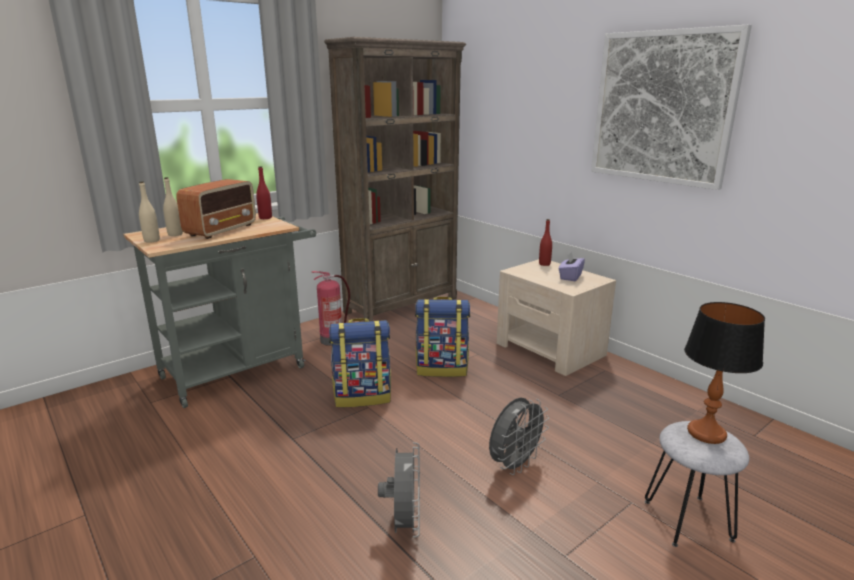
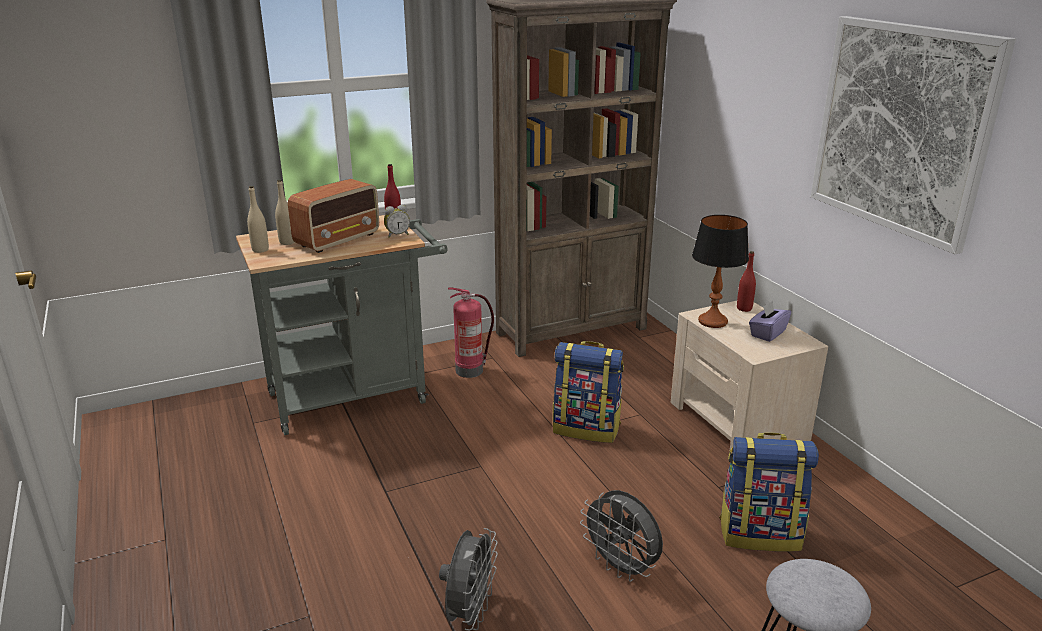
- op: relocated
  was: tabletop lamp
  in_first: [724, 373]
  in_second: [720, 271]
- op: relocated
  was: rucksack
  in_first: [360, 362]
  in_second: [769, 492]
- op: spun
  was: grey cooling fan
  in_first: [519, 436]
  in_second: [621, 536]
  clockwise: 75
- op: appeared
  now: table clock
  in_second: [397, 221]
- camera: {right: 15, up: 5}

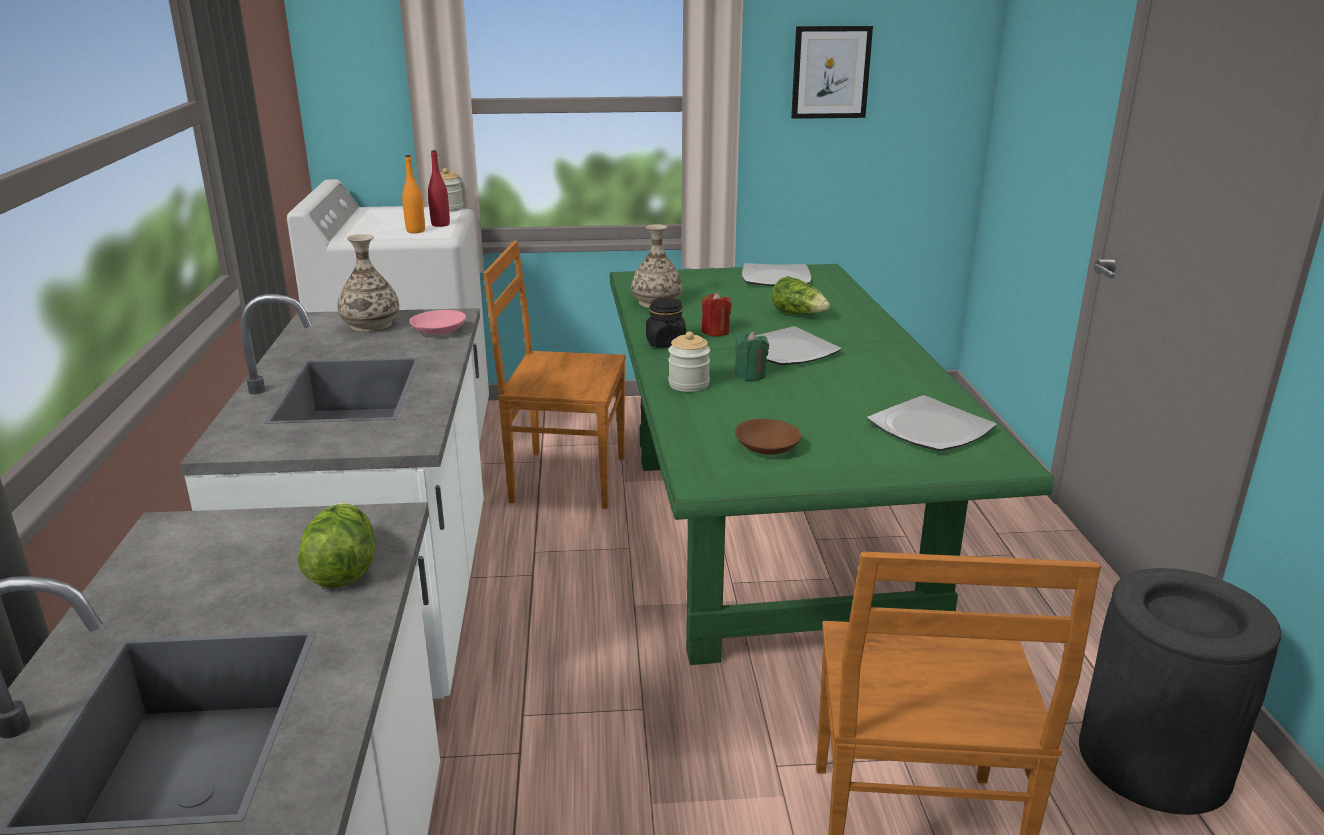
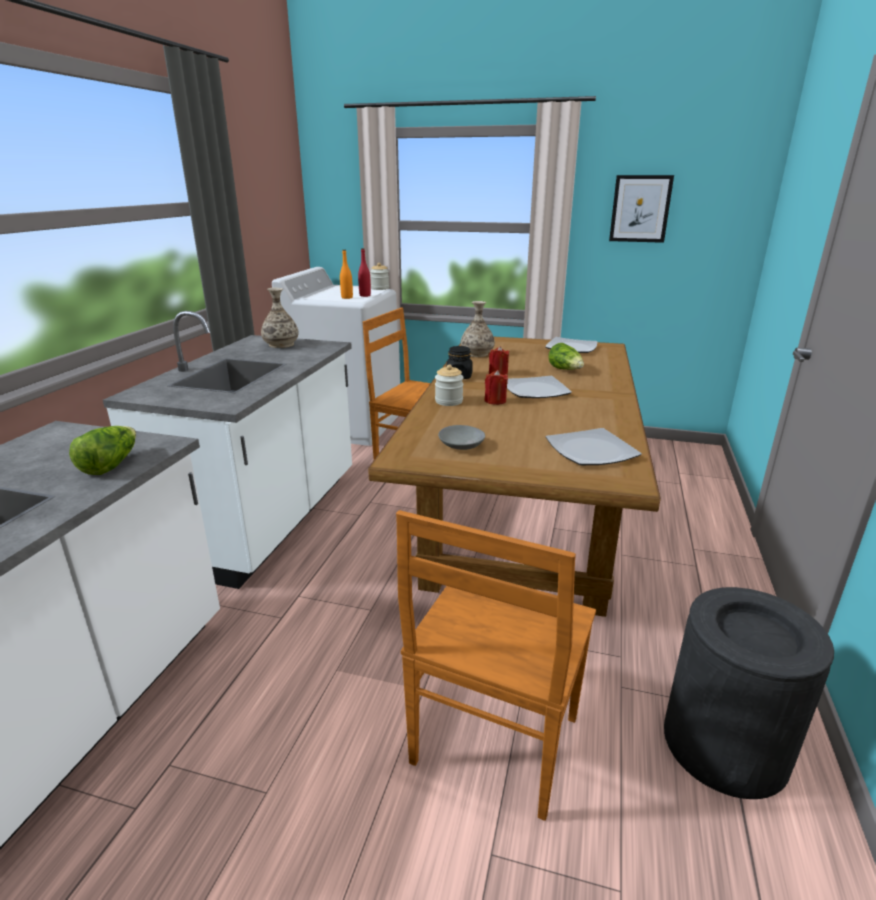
- op: colour
  was: green kitchen table
  now: brownish kitchen table
  in_first: [832, 464]
  in_second: [514, 477]
- op: missing
  was: pinkish serving bowl
  in_first: [438, 322]
- op: colour
  was: green wax light
  now: red wax light
  in_first: [751, 356]
  in_second: [496, 387]
- op: colour
  was: brownish serving bowl
  now: grey serving bowl
  in_first: [768, 437]
  in_second: [461, 437]
- camera: {right: 20, up: 0}

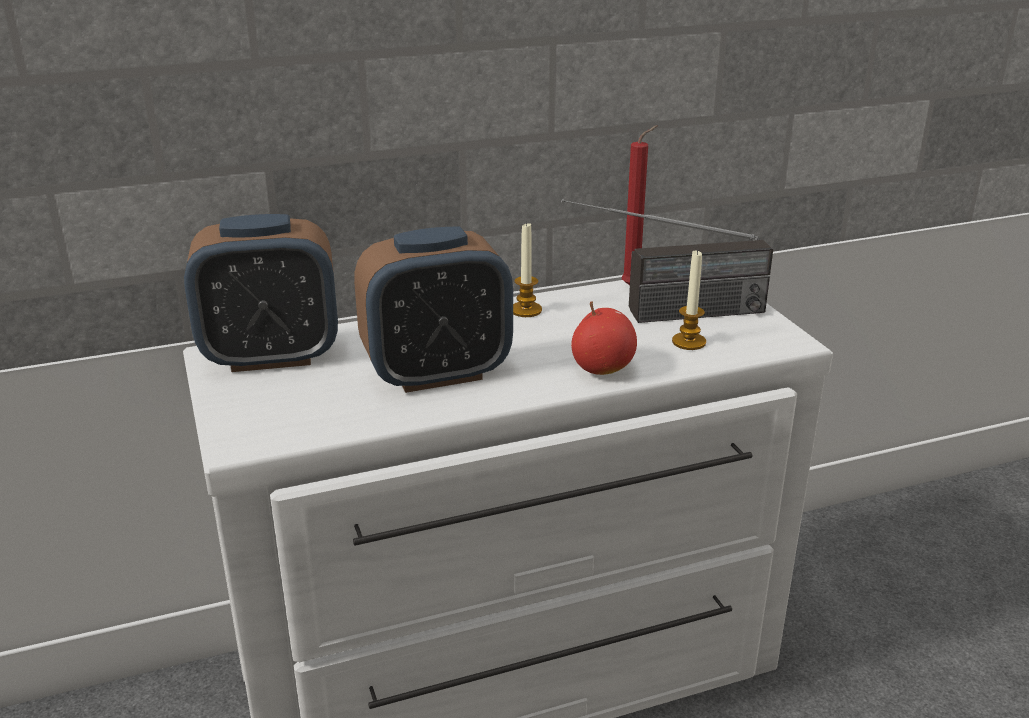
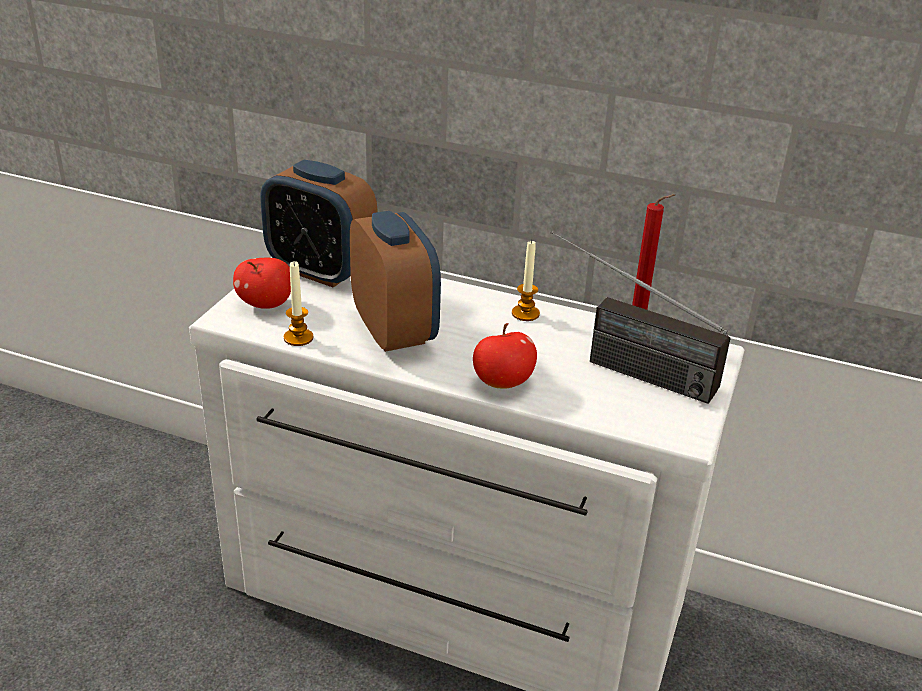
- op: spun
  was: table clock
  in_first: [433, 310]
  in_second: [395, 281]
  clockwise: -135
- op: relocated
  was: wax light
  in_first: [689, 299]
  in_second: [298, 303]
- op: appeared
  now: apple
  in_second: [262, 283]
- camera: {right: 40, up: 5}

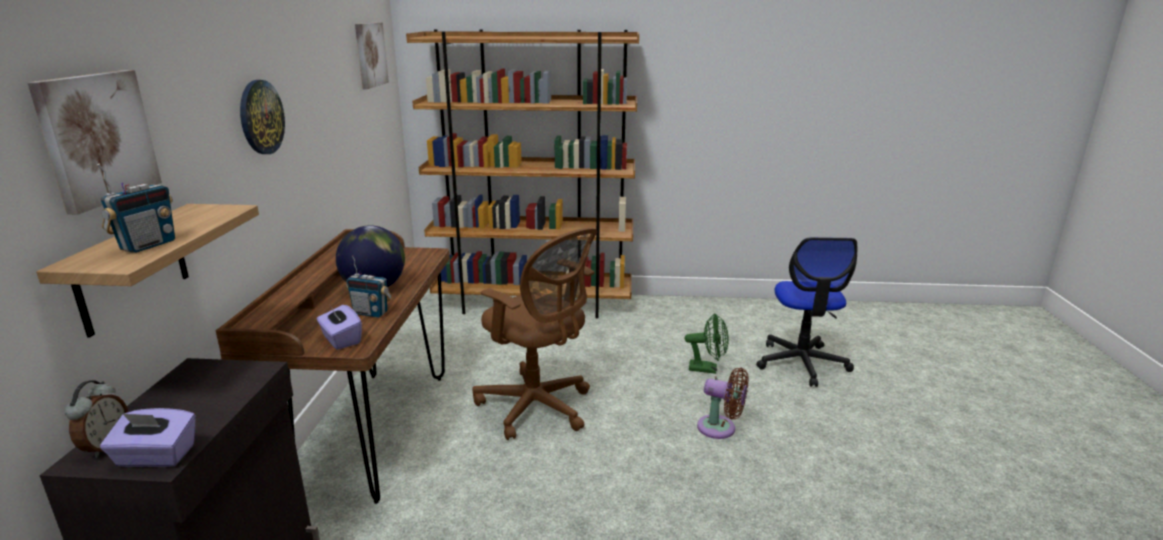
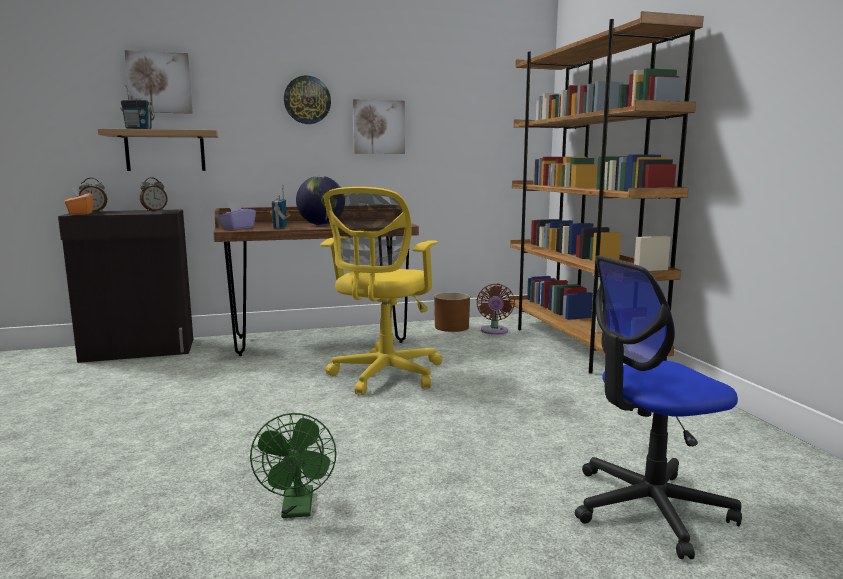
- op: relocated
  was: wall art
  in_first: [372, 55]
  in_second: [378, 126]
- op: colour
  was: brownish computer chair
  now: yellow computer chair
  in_first: [535, 333]
  in_second: [381, 291]
- op: relocated
  was: green cooling fan
  in_first: [706, 343]
  in_second: [293, 465]
- op: relocated
  was: brownish cooling fan
  in_first: [723, 403]
  in_second: [496, 309]
- op: colour
  was: purplish tissue box
  now: orangey tissue box
  in_first: [148, 437]
  in_second: [79, 201]
- op: appeared
  now: table clock
  in_second: [154, 194]
- op: appeared
  now: brownish flower pot
  in_second: [452, 312]
- camera: {right: 70, up: -10}

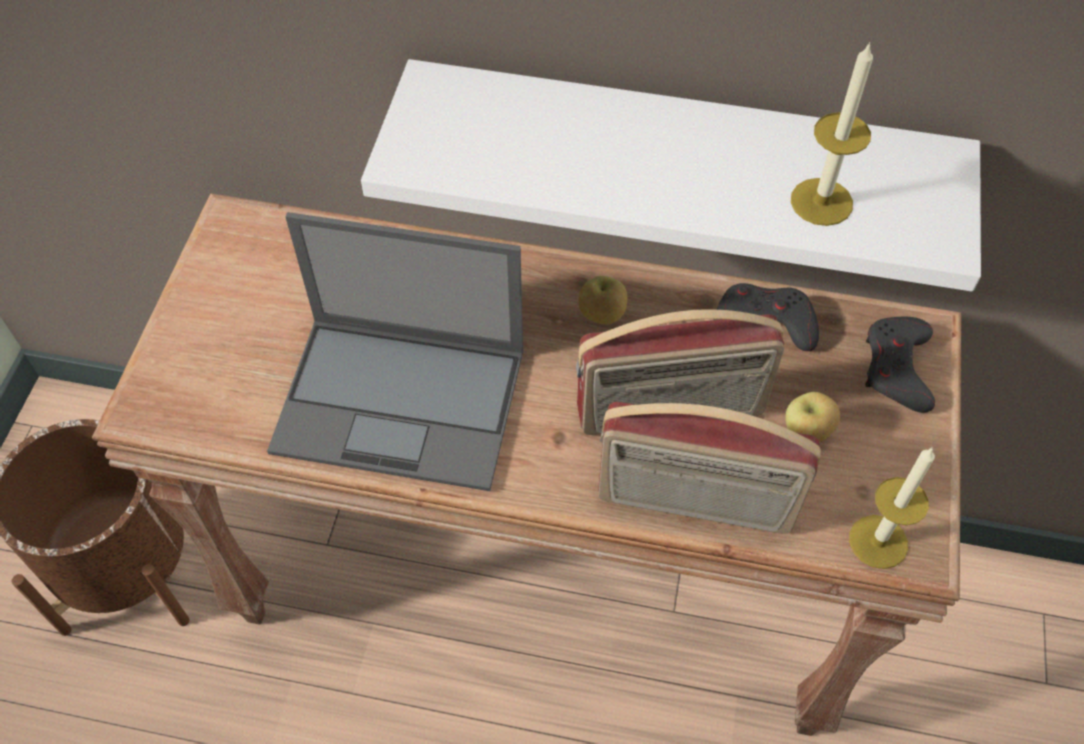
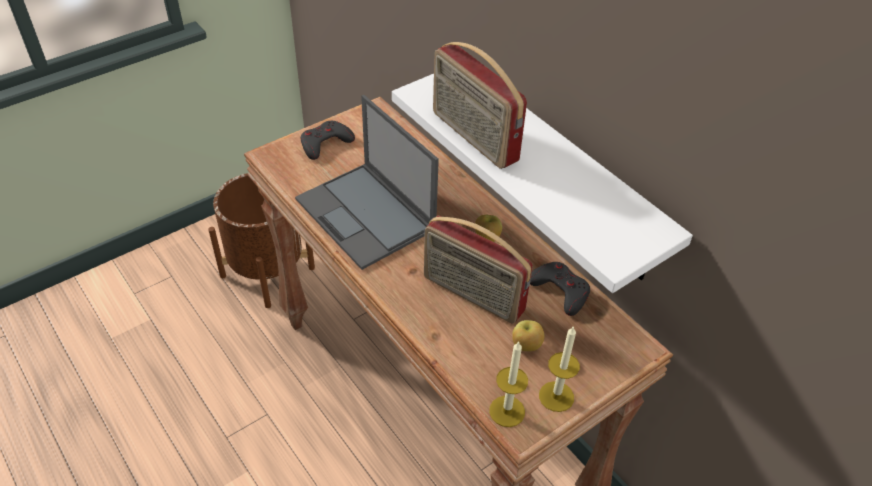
- op: relocated
  was: wax light
  in_first: [832, 134]
  in_second: [559, 369]
- op: relocated
  was: grey gamepad
  in_first: [900, 365]
  in_second: [328, 140]
- op: relocated
  was: radio set
  in_first: [709, 468]
  in_second: [480, 105]
- camera: {right: 40, up: -10}

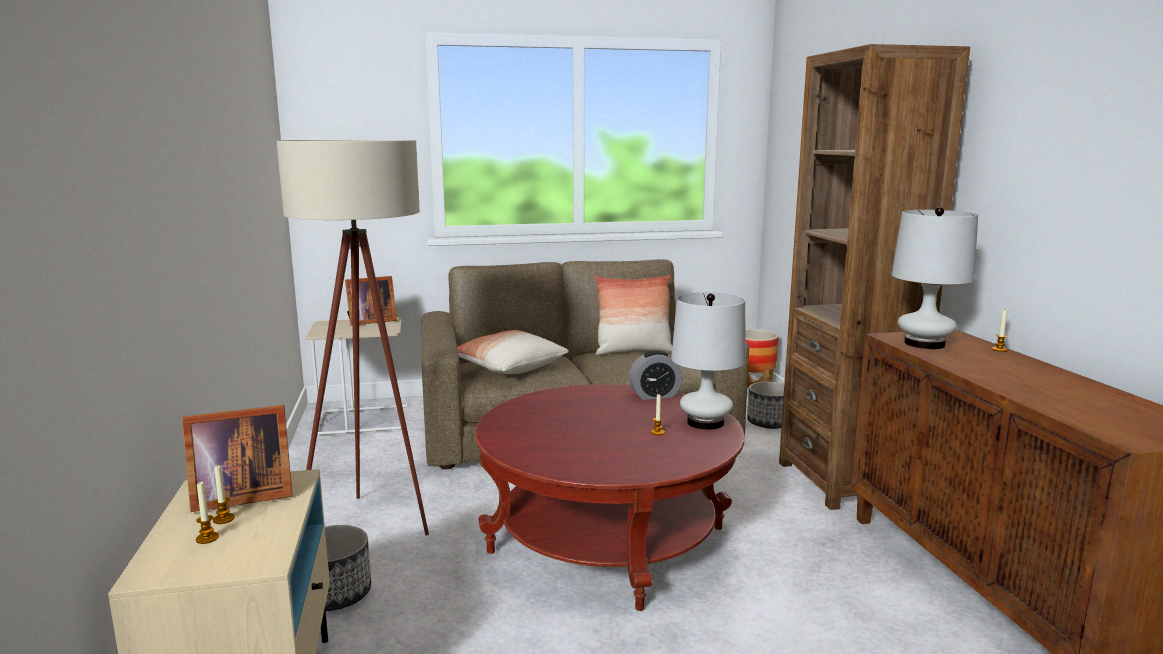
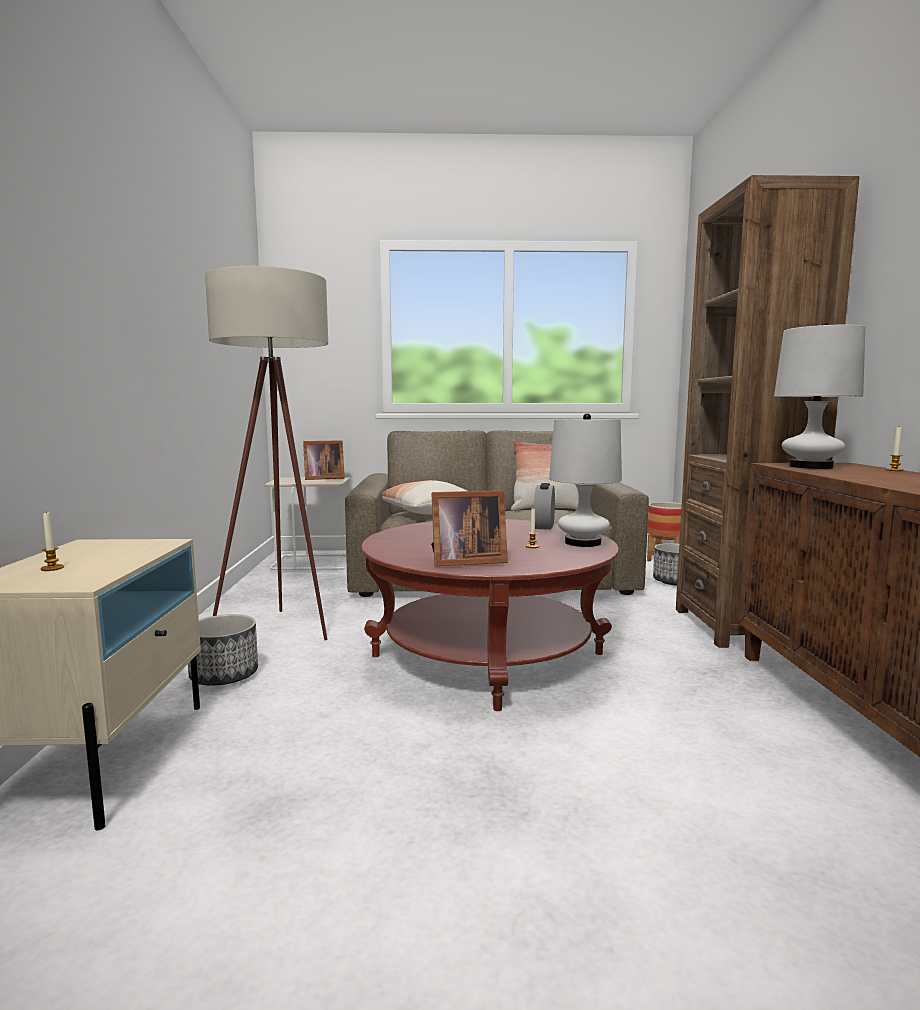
- op: spun
  was: table clock
  in_first: [655, 375]
  in_second: [544, 506]
  clockwise: 105
- op: relocated
  was: standing frame
  in_first: [237, 458]
  in_second: [469, 528]
- op: missing
  was: wax light
  in_first: [224, 494]
- camera: {right: 10, up: -5}

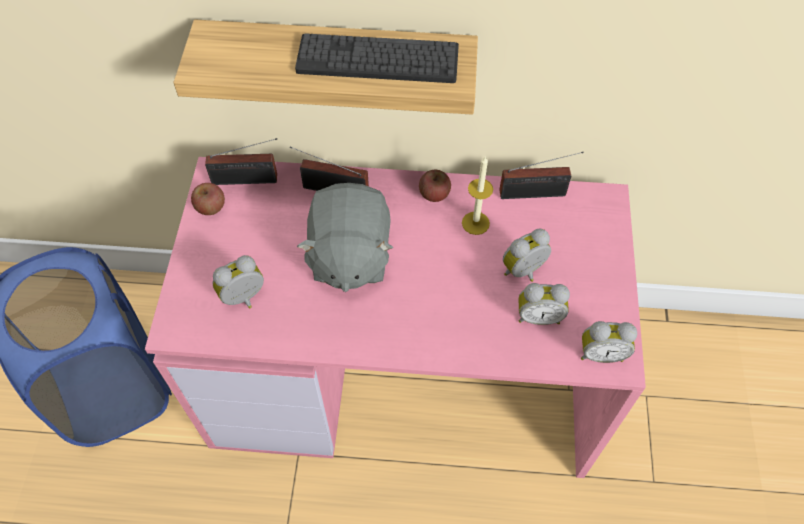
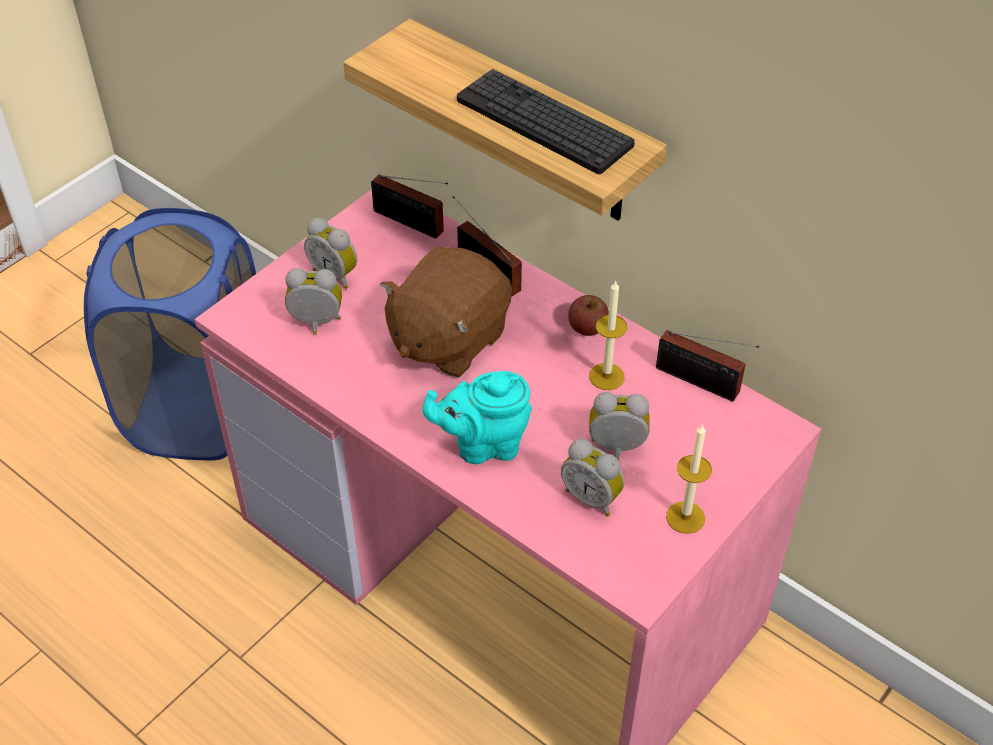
- op: missing
  was: apple
  in_first: [208, 199]
- op: colour
  was: grey soft toy
  now: brownish soft toy
  in_first: [345, 237]
  in_second: [446, 312]
- op: relocated
  was: table clock
  in_first: [609, 342]
  in_second: [330, 253]
- op: appeared
  now: blue-green teapot
  in_second: [477, 417]
- op: appeared
  now: wax light
  in_second: [689, 479]
- camera: {right: 35, up: -10}

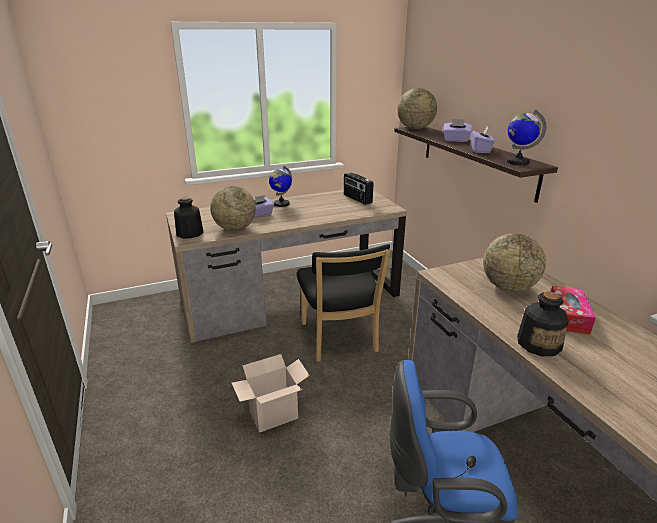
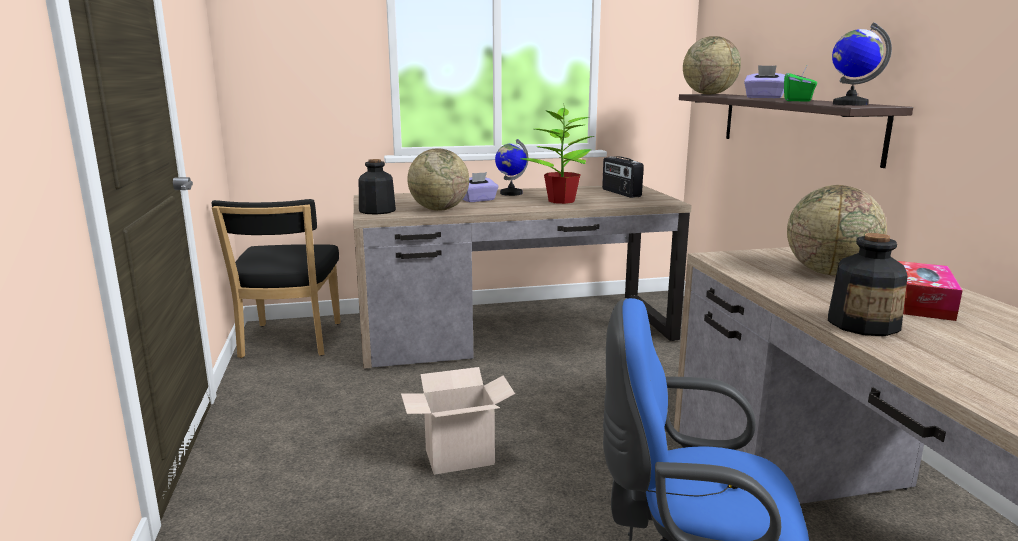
- op: colour
  was: purplish tissue box
  now: green tissue box
  in_first: [483, 140]
  in_second: [800, 83]
- op: relocated
  was: black plain chair
  in_first: [343, 303]
  in_second: [276, 278]
- op: appeared
  now: potted plant
  in_second: [557, 156]
- camera: {right: 10, up: -10}

